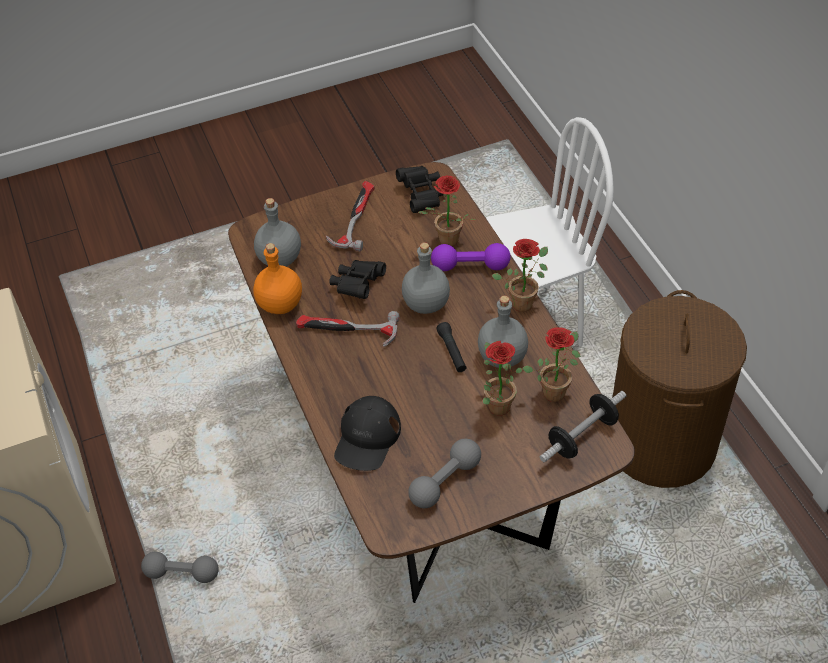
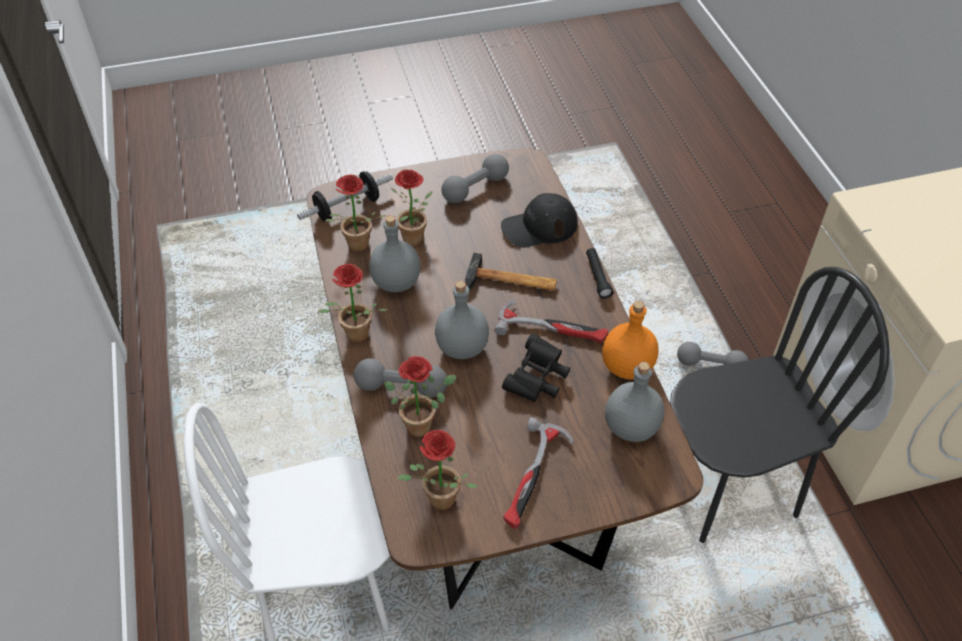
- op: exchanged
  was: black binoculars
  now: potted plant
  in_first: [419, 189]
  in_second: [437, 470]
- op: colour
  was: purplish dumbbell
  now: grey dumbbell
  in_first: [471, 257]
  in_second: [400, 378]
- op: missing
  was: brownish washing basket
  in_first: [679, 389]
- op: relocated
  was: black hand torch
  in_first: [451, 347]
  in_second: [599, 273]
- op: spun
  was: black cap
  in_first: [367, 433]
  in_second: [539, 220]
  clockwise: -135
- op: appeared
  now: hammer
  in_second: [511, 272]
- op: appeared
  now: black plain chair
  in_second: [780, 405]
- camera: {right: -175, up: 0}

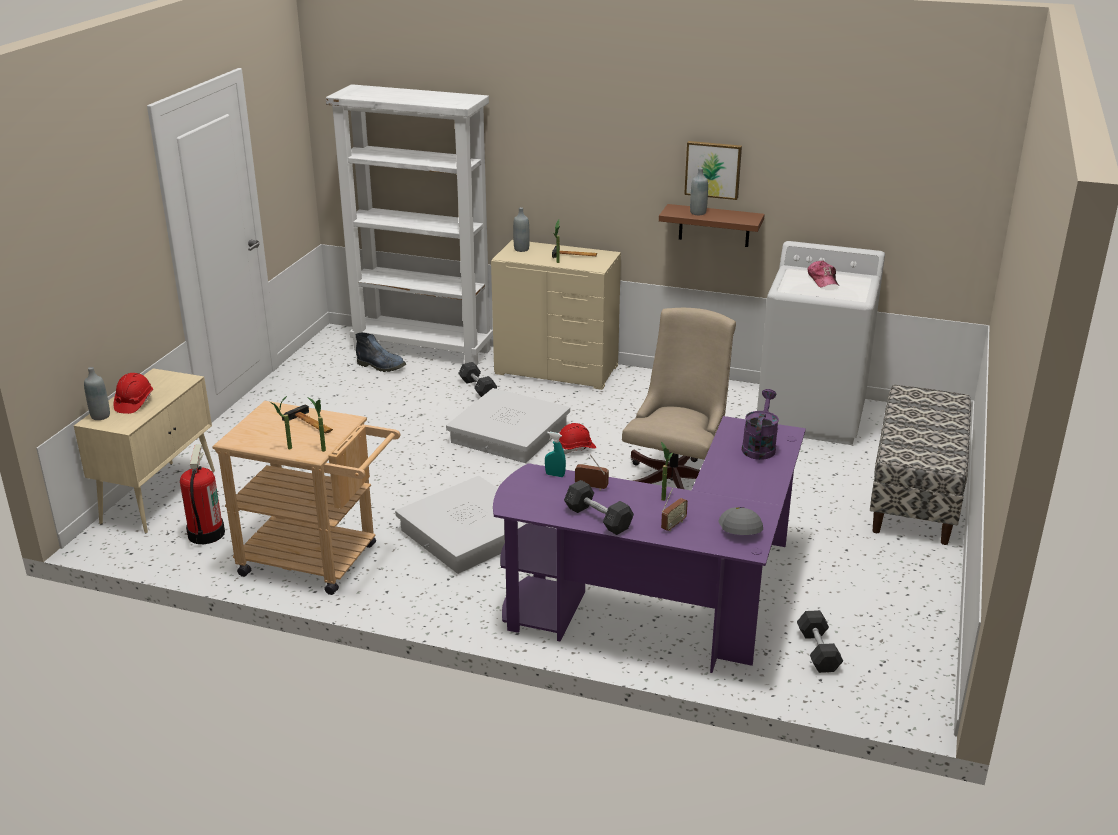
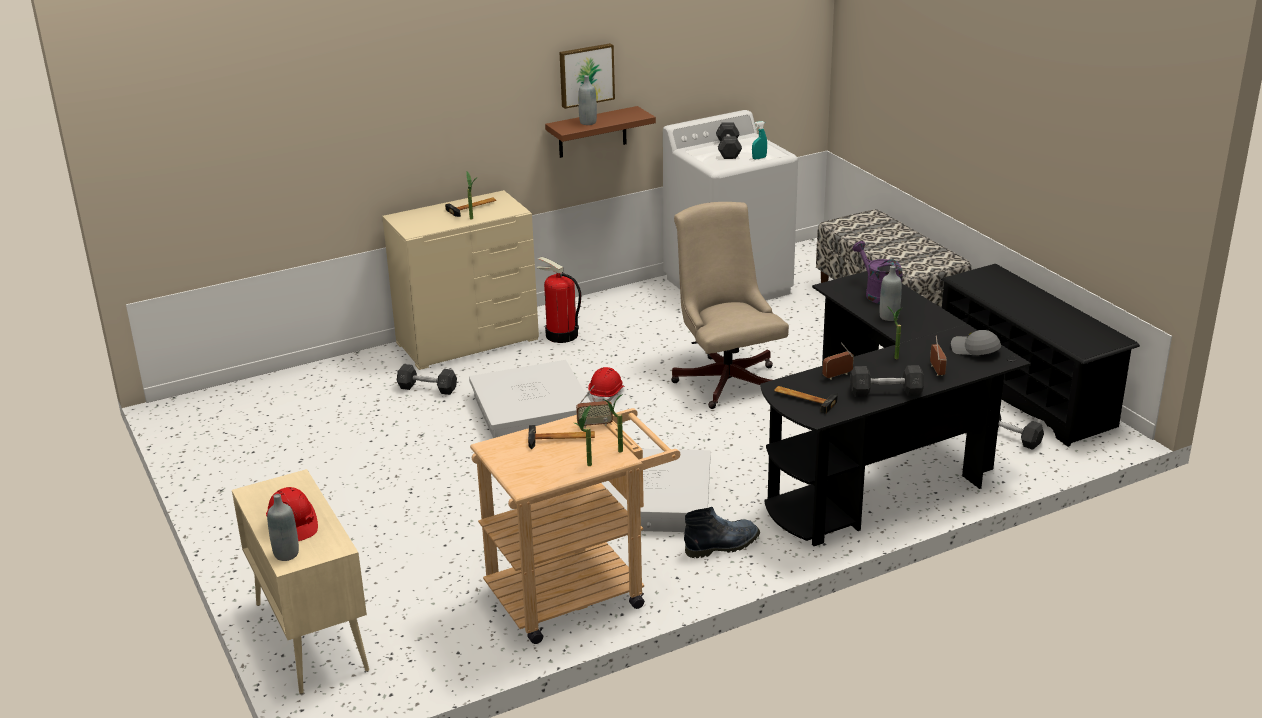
- op: missing
  was: white bookcase
  in_first: [409, 225]
- op: relocated
  was: grey bottle
  in_first: [521, 229]
  in_second: [891, 293]
- op: exchanged
  was: cap
  now: grey dumbbell
  in_first: [823, 274]
  in_second: [729, 140]
- op: relocated
  was: boot
  in_first: [381, 352]
  in_second: [722, 532]
- op: colour
  was: purplish desk unit
  now: black desk unit
  in_first: [649, 544]
  in_second: [895, 408]
- op: relocated
  was: blue-green hand sprayer
  in_first: [555, 454]
  in_second: [759, 140]
- op: relocated
  was: fire-fighting cylinder
  in_first: [202, 494]
  in_second: [558, 300]
- op: appeared
  now: black shoe shelf
  in_second: [1040, 355]
- op: appeared
  now: radio set
  in_second: [594, 406]
- op: appeared
  now: hammer
  in_second: [806, 400]
- camera: {right: -45, up: 0}

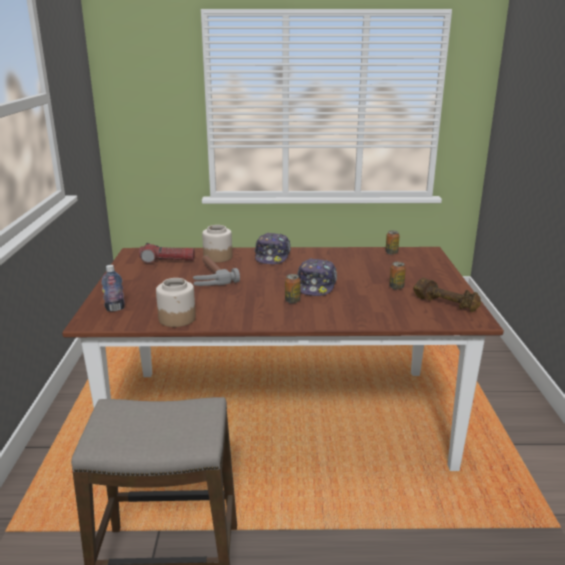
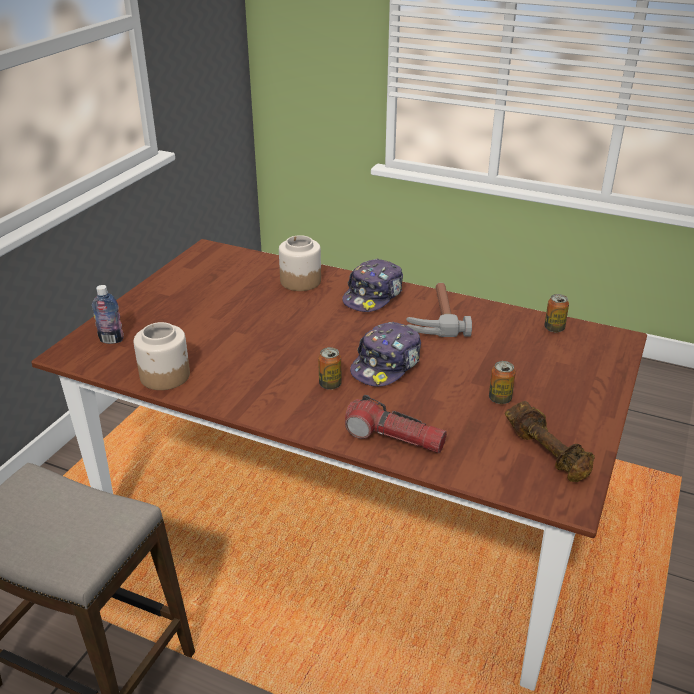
- op: relocated
  was: hand torch
  in_first: [167, 253]
  in_second: [396, 424]
- op: relocated
  was: hammer
  in_first: [216, 270]
  in_second: [439, 310]
- camera: {right: 25, up: 10}

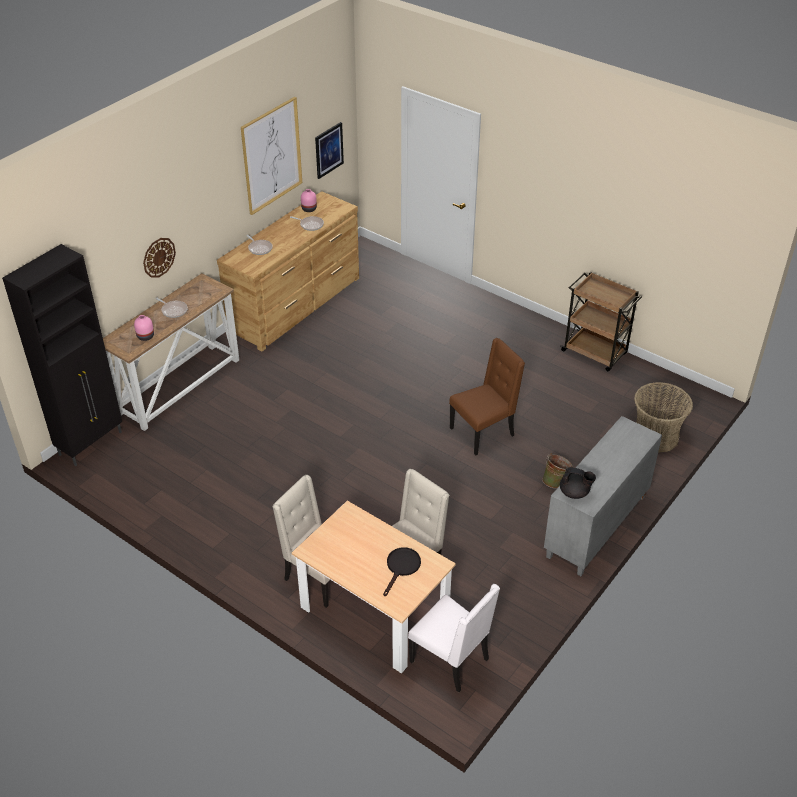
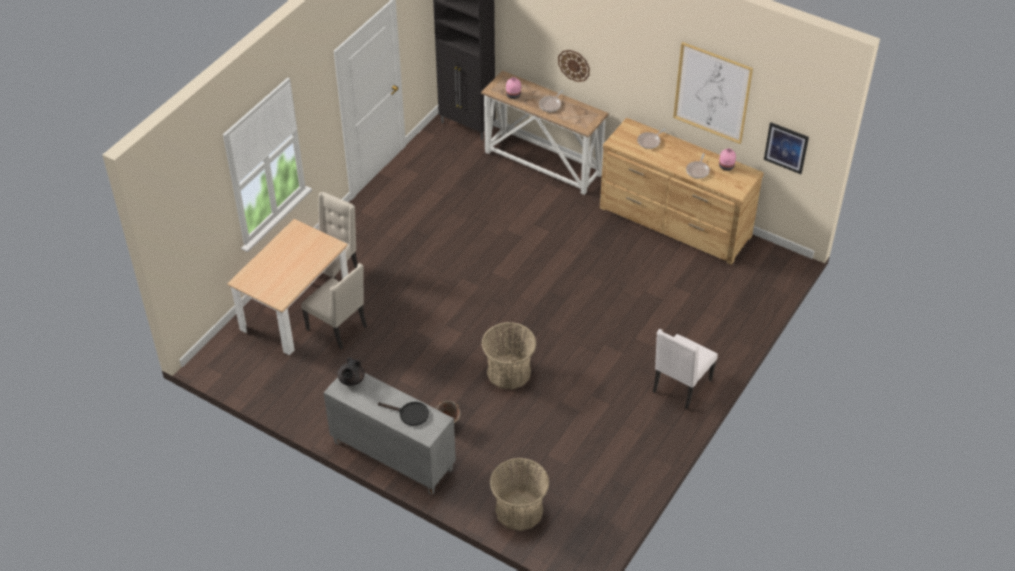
- op: missing
  was: brownish cart
  in_first: [601, 321]
- op: exchanged
  was: brownish plain chair
  now: household basket
  in_first: [487, 397]
  in_second: [509, 356]
- op: relocated
  was: black skillet
  in_first: [402, 571]
  in_second: [403, 414]
- op: relocated
  was: white plain chair
  in_first: [454, 638]
  in_second: [685, 369]
- camera: {right: 85, up: 5}

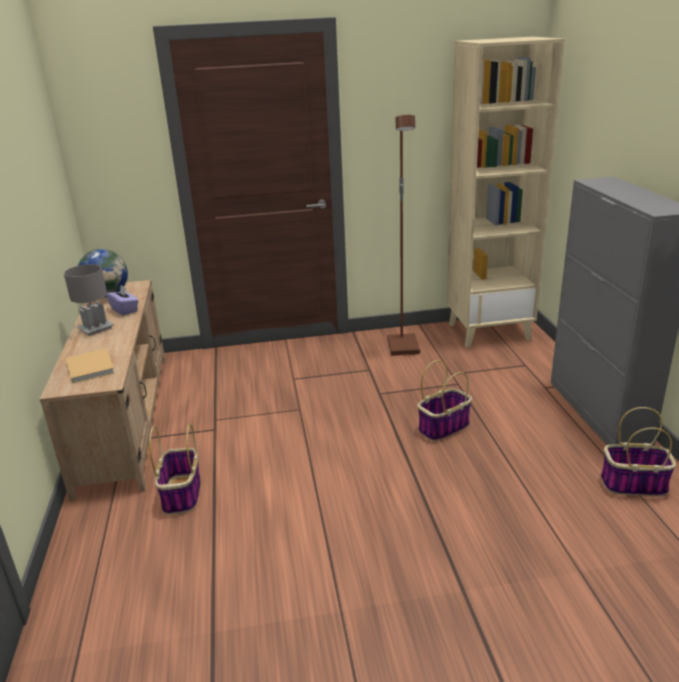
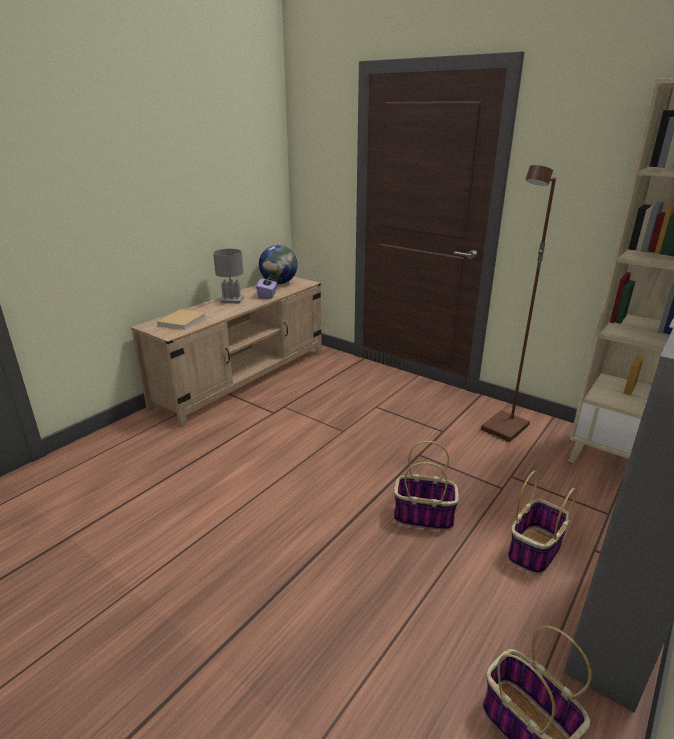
- op: relocated
  was: household basket
  in_first: [174, 469]
  in_second: [542, 522]
- camera: {right: 45, up: 0}

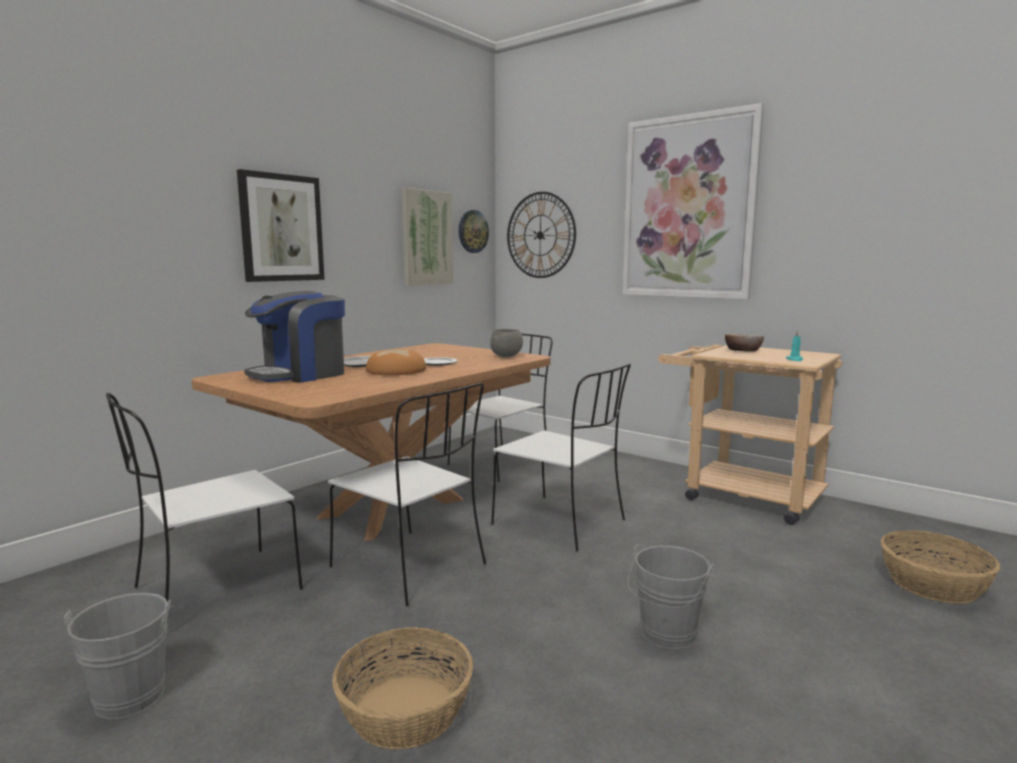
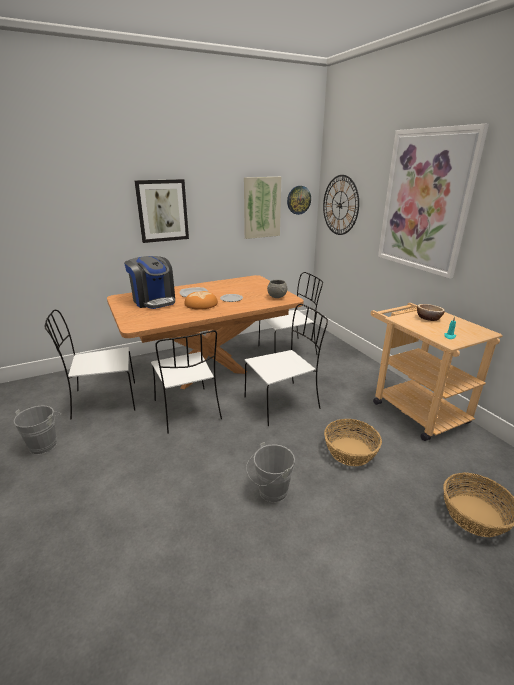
- op: spun
  was: coffee machine
  in_first: [294, 337]
  in_second: [149, 282]
  clockwise: -105
- op: spun
  was: white plain chair
  in_first: [561, 457]
  in_second: [286, 365]
  clockwise: -90
- op: relocated
  was: household basket
  in_first: [402, 688]
  in_second: [353, 442]
- camera: {right: 25, up: 15}

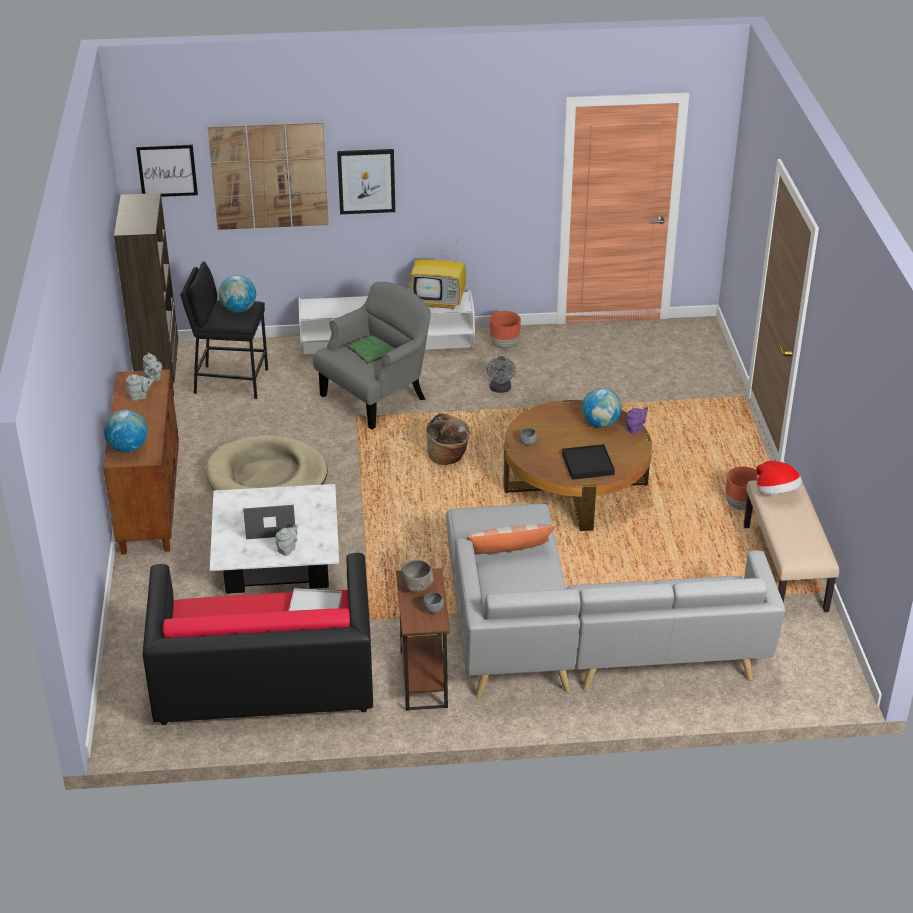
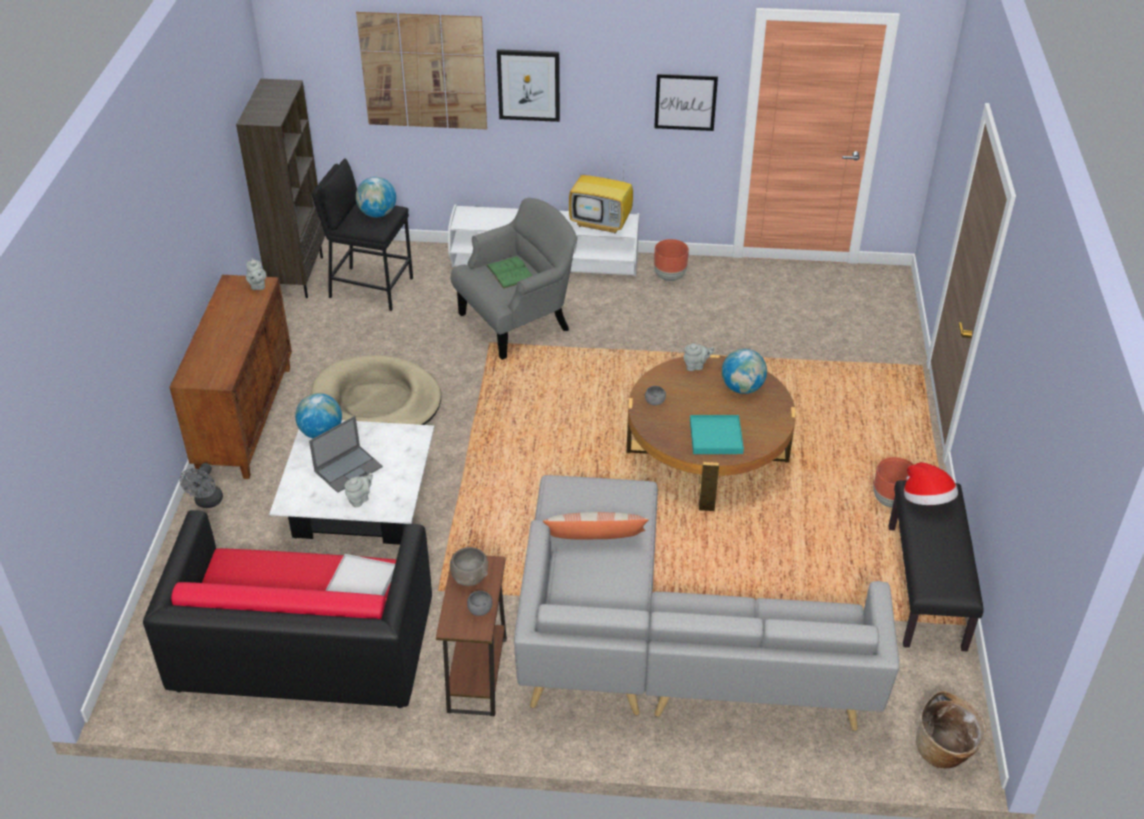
- op: relocated
  was: wall art
  in_first: [167, 170]
  in_second: [686, 102]
- op: relocated
  was: grey cooling fan
  in_first: [501, 374]
  in_second: [201, 485]
- op: relocated
  was: grey teapot
  in_first: [140, 387]
  in_second: [699, 357]
- op: missing
  was: purplish teapot
  in_first: [637, 420]
- op: relocated
  was: globe
  in_first: [125, 431]
  in_second: [318, 415]
- op: relocated
  was: household basket
  in_first: [448, 439]
  in_second: [951, 729]
- op: colour
  was: black carrying tray
  now: blue-green carrying tray
  in_first: [588, 462]
  in_second: [717, 434]
- op: colour
  was: beige-coloured bench
  now: black bench
  in_first: [791, 546]
  in_second: [936, 565]
- op: spun
  was: portable computer
  in_first: [269, 522]
  in_second: [346, 454]
  clockwise: 135
- camera: {right: 10, up: 5}

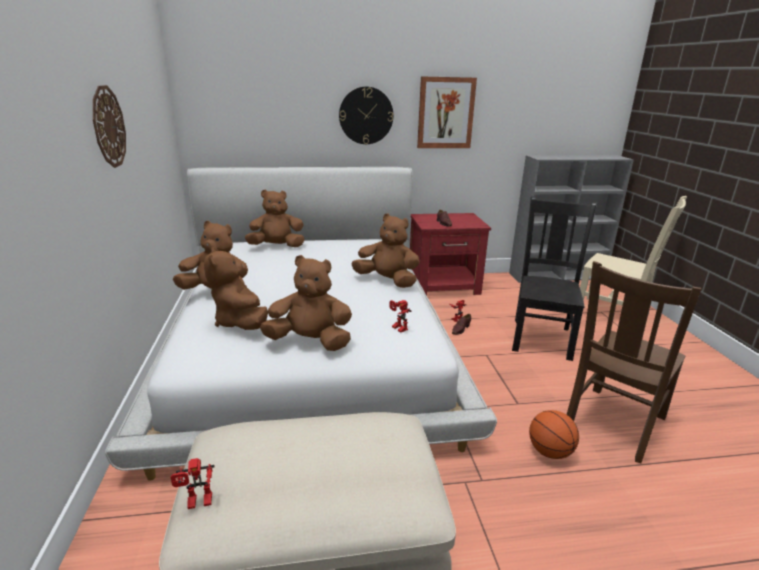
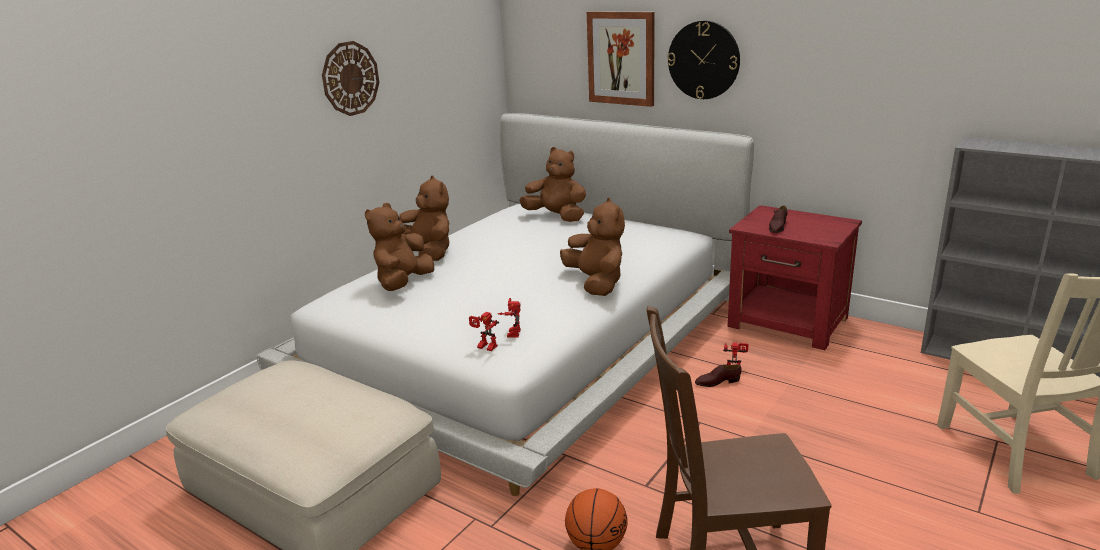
- op: relocated
  was: wall art
  in_first: [447, 112]
  in_second: [621, 59]
- op: missing
  was: black plain chair
  in_first: [554, 279]
- op: missing
  was: brownish soft toy
  in_first: [306, 303]
- op: relocated
  was: model robot
  in_first: [193, 483]
  in_second: [484, 331]
- camera: {right: 45, up: 0}

